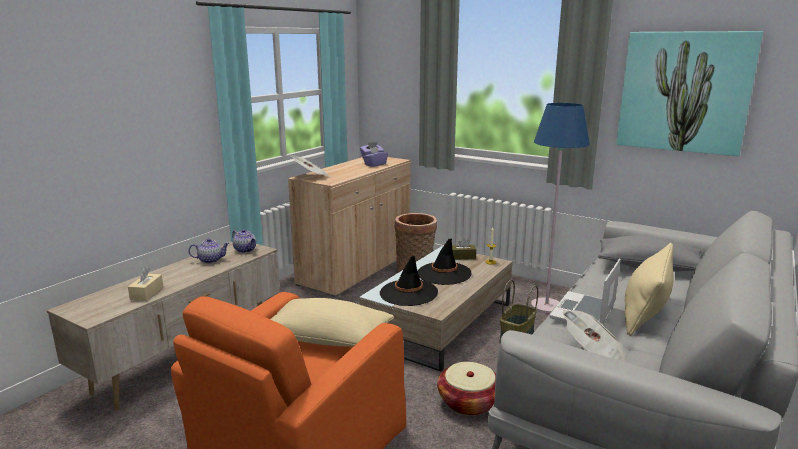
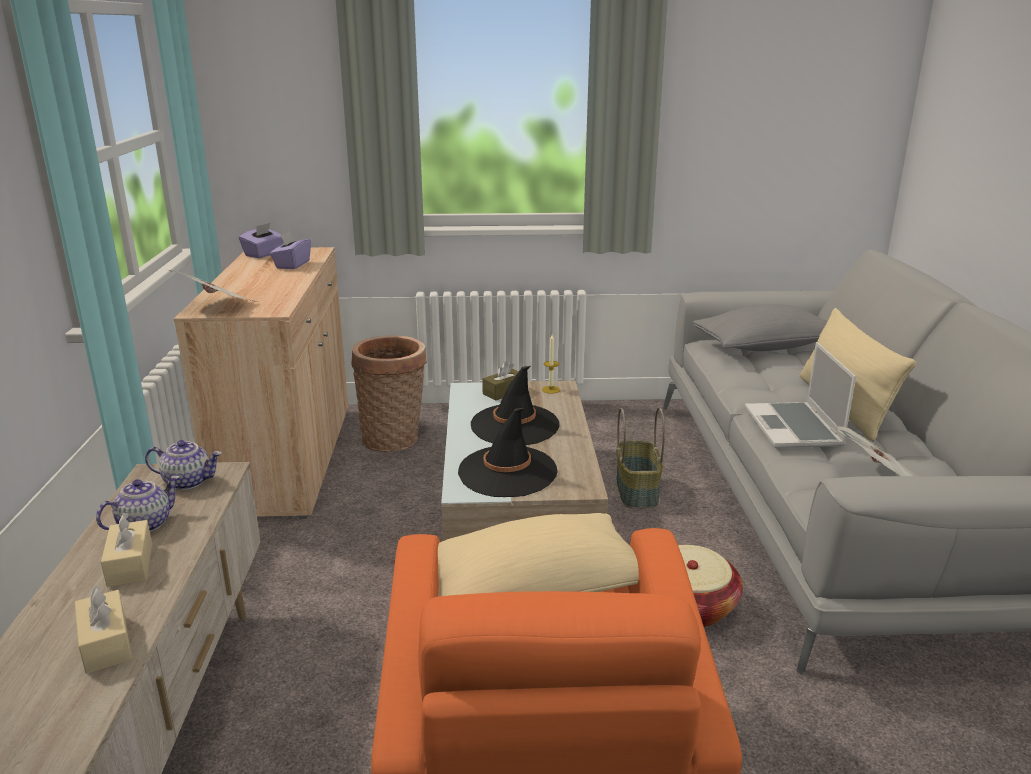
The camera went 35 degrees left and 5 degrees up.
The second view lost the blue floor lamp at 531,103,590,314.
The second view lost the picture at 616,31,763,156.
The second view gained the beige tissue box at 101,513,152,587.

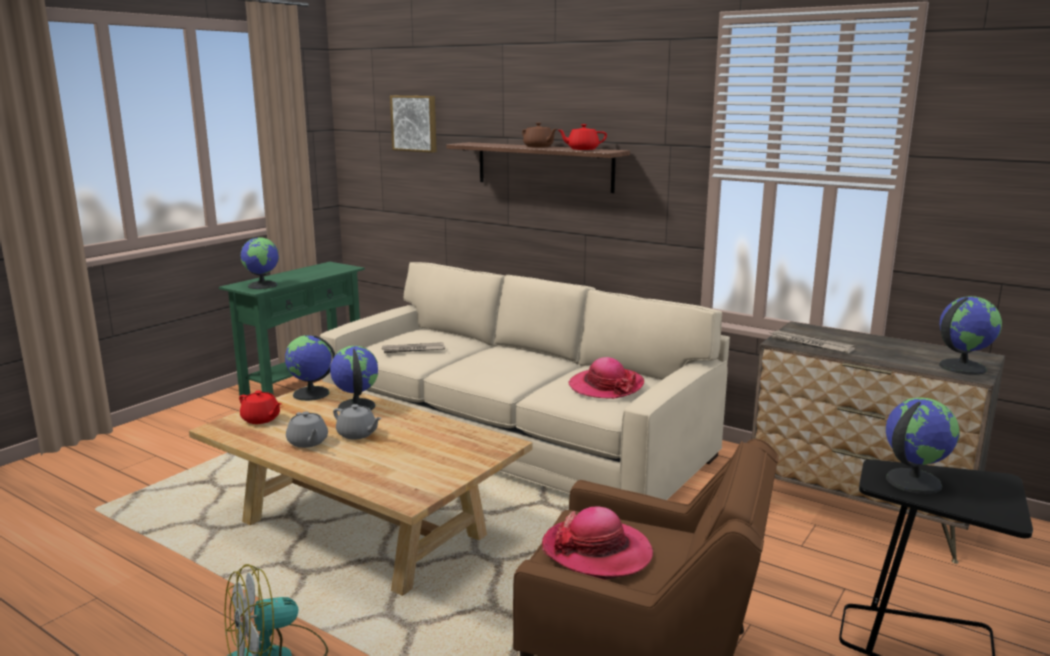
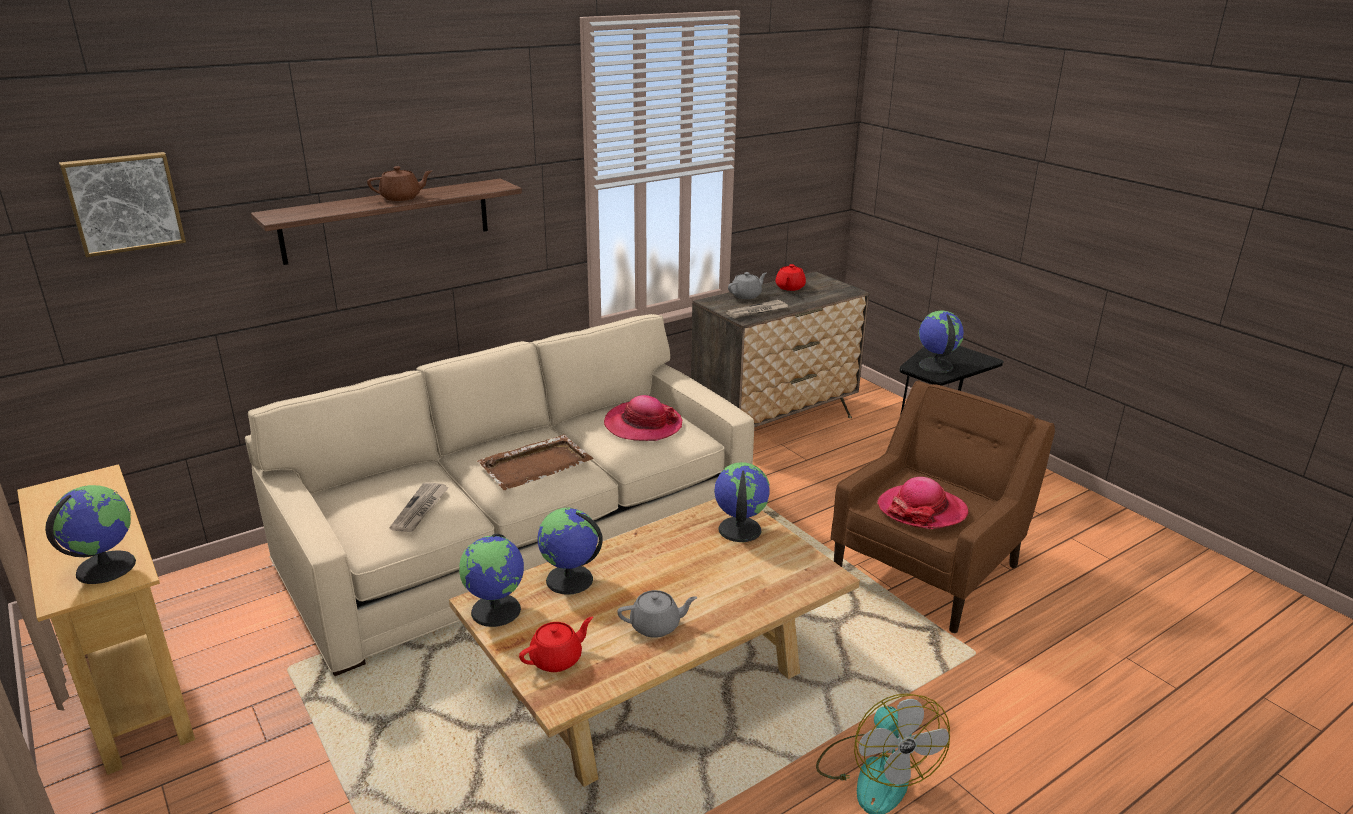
The camera went 70 degrees left and 10 degrees up.
The second view gained the brown tray at 477,434,594,490.
The grey teapot ended up elsewhere, having gone from 333,404,382,440 to 728,272,767,299.
The red teapot ended up elsewhere, having gone from 558,124,607,150 to 775,264,806,291.
The globe ended up elsewhere, having gone from 939,296,1002,375 to 714,462,770,542.
What was the green console table at 219,262,365,398 turned into the beige console table at 17,464,195,775.

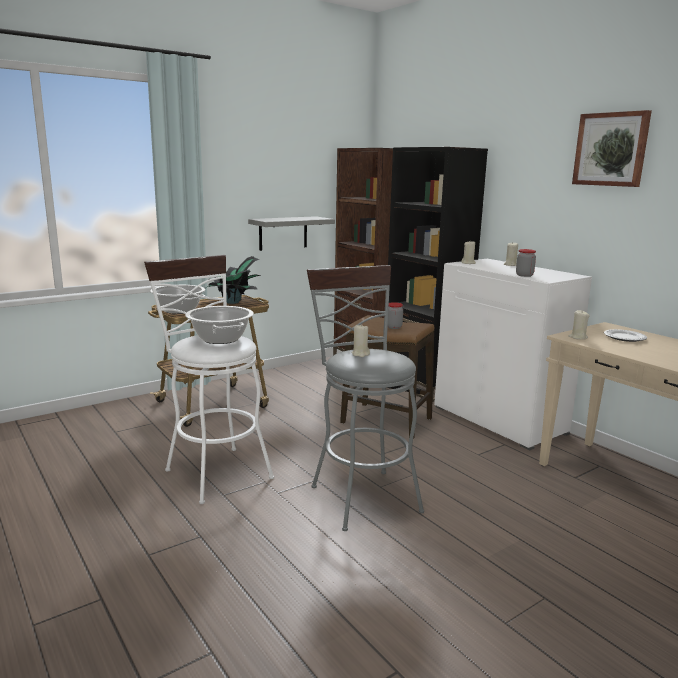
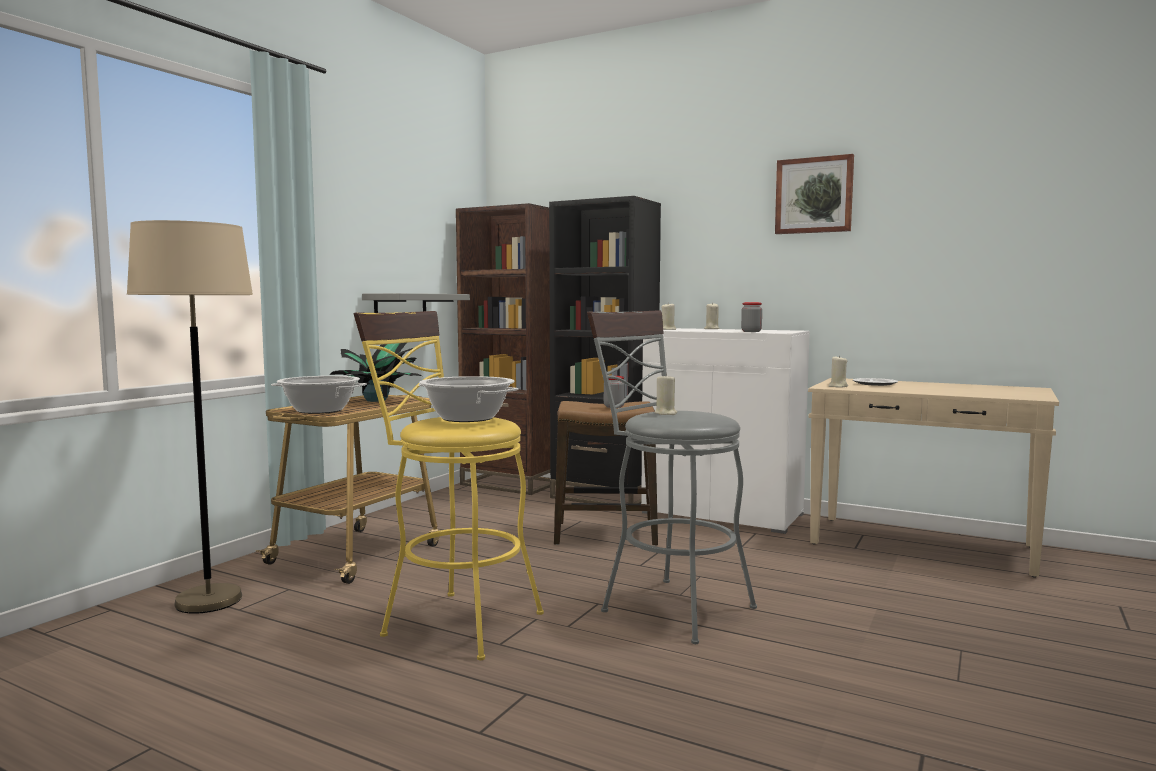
The camera went 25 degrees left and 10 degrees down.
The second view gained the beige floor lamp at 127,220,253,614.
What was the white stool at 144,255,274,504 turned into the yellow stool at 353,311,544,660.

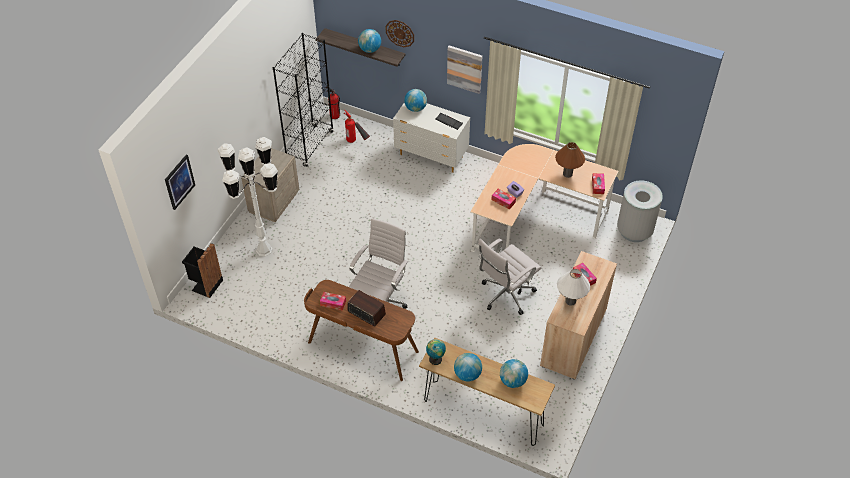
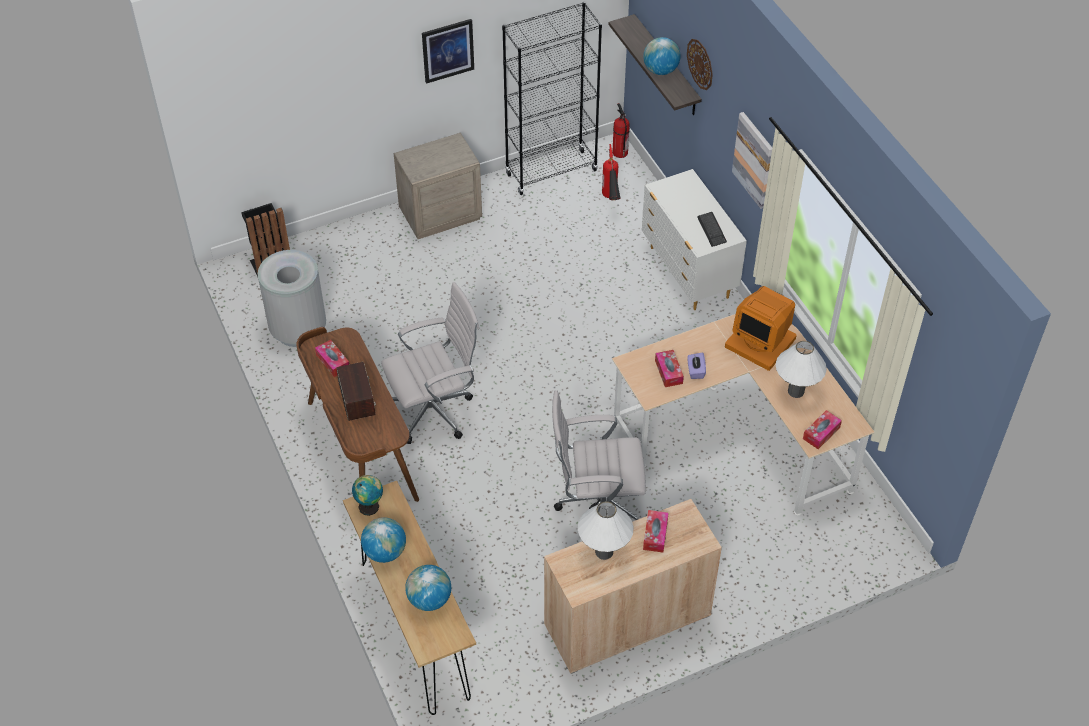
The camera went 40 degrees right and 0 degrees up.
The second view lost the white floor lamp at 217,137,278,256.
The second view lost the globe at 404,89,427,112.
The second view gained the monitor at 725,286,797,371.
The picture ended up elsewhere, having gone from 165,155,195,210 to 422,19,474,84.
The grey trash can ended up elsewhere, having gone from 617,180,663,242 to 258,250,326,347.
What was the brown table lamp at 555,142,585,178 turned into the white table lamp at 776,341,827,398.

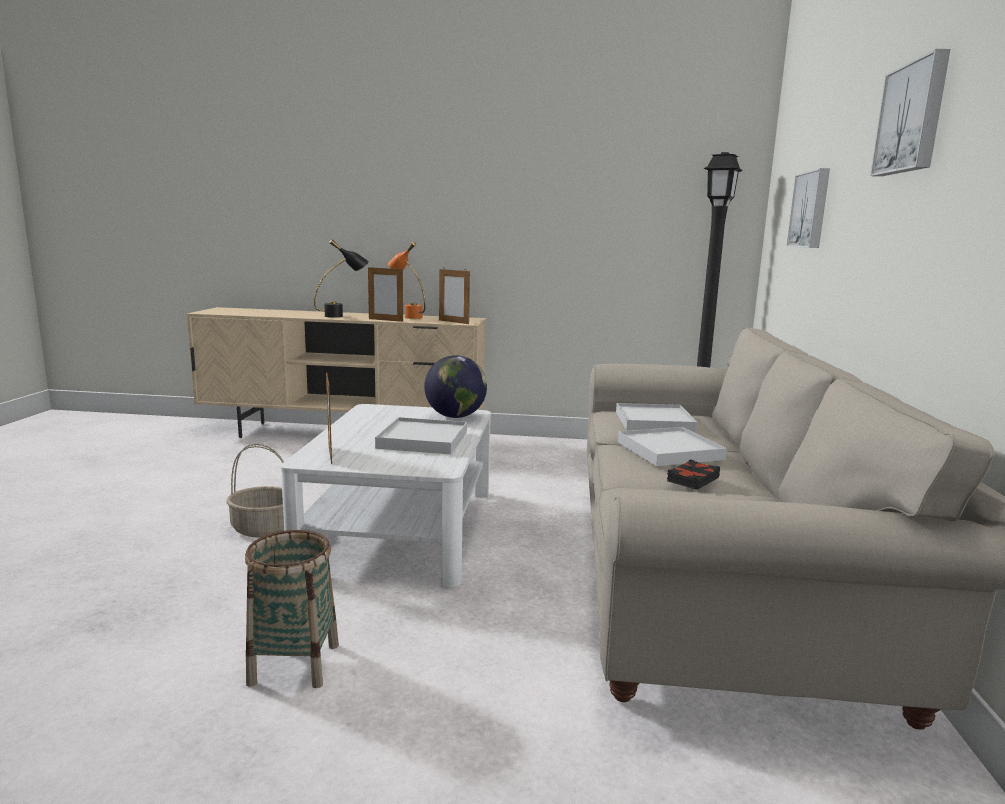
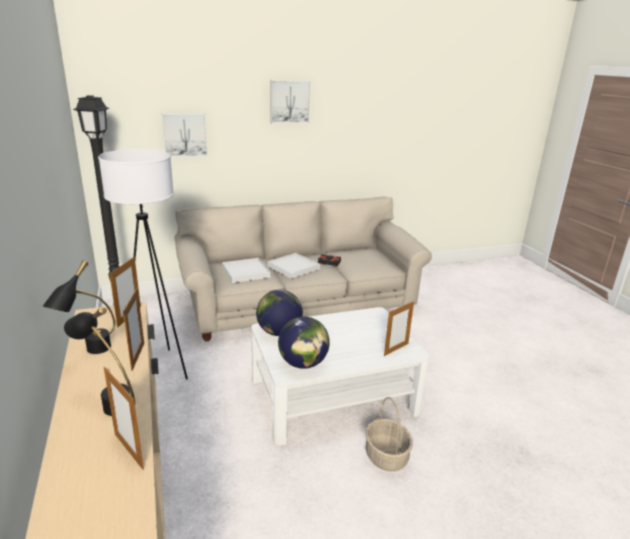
The camera went 115 degrees left and 10 degrees up.
The second view lost the basket at 245,530,339,688.
The second view lost the white tray at 375,417,467,454.
The second view gained the white floor lamp at 98,149,188,380.
The second view gained the picture frame at 104,367,144,470.
The second view gained the globe at 278,317,330,369.
What was the orange table lamp at 388,242,426,319 turned into the black table lamp at 43,261,115,354.

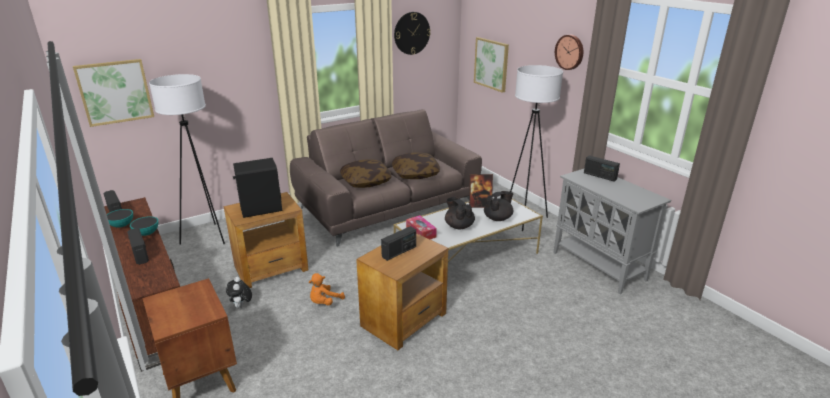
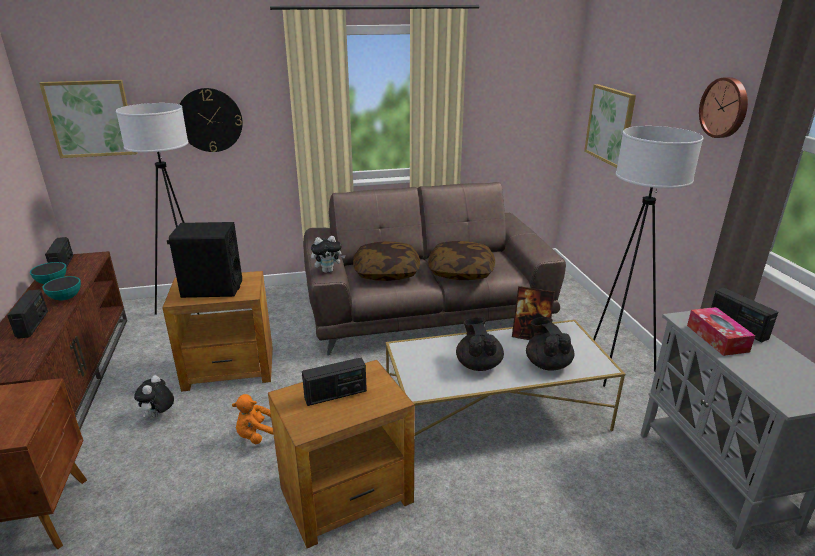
The camera went 20 degrees right and 0 degrees up.
The second view gained the plush toy at 311,236,346,273.
The wall clock ended up elsewhere, having gone from 394,12,431,55 to 179,88,243,152.
The tissue box ended up elsewhere, having gone from 406,215,437,239 to 687,307,755,356.
The black teapot at 484,191,513,221 ended up facing another way, 90 degrees counterclockwise from before.

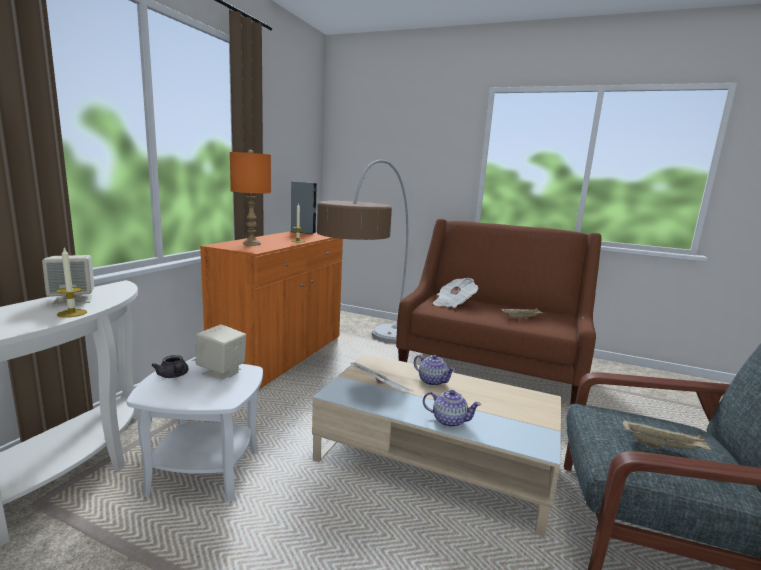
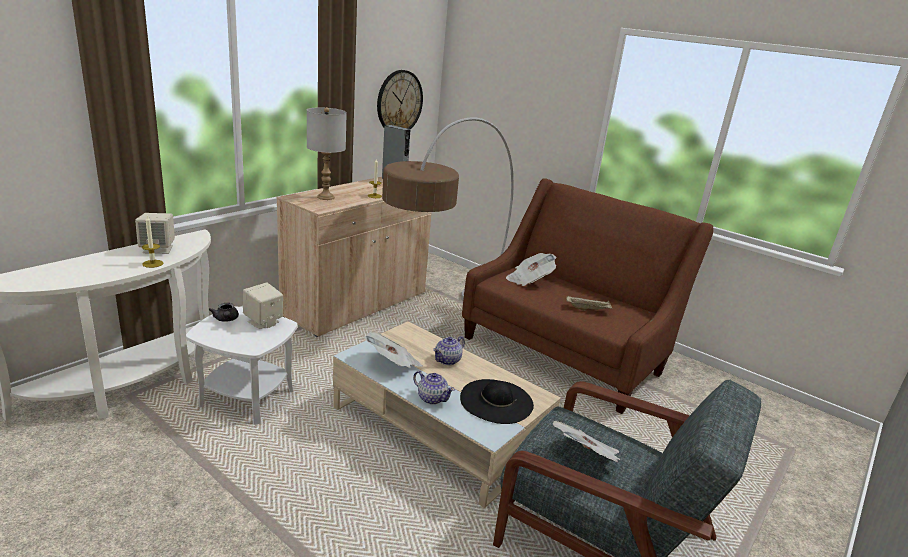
The camera went 15 degrees right and 10 degrees up.
The second view gained the wall clock at 377,70,423,129.
The second view gained the black hat at 460,379,534,424.
Where the beige tray stood at 622,419,712,451, the newspaper came to stand at 553,421,620,462.
What was the orange cabinet at 200,231,343,390 turned into the beige cabinet at 276,177,432,337.
What was the orange table lamp at 230,150,271,245 turned into the grey table lamp at 307,107,347,200.
The teapot at 414,355,456,386 ended up facing another way, 75 degrees clockwise from before.

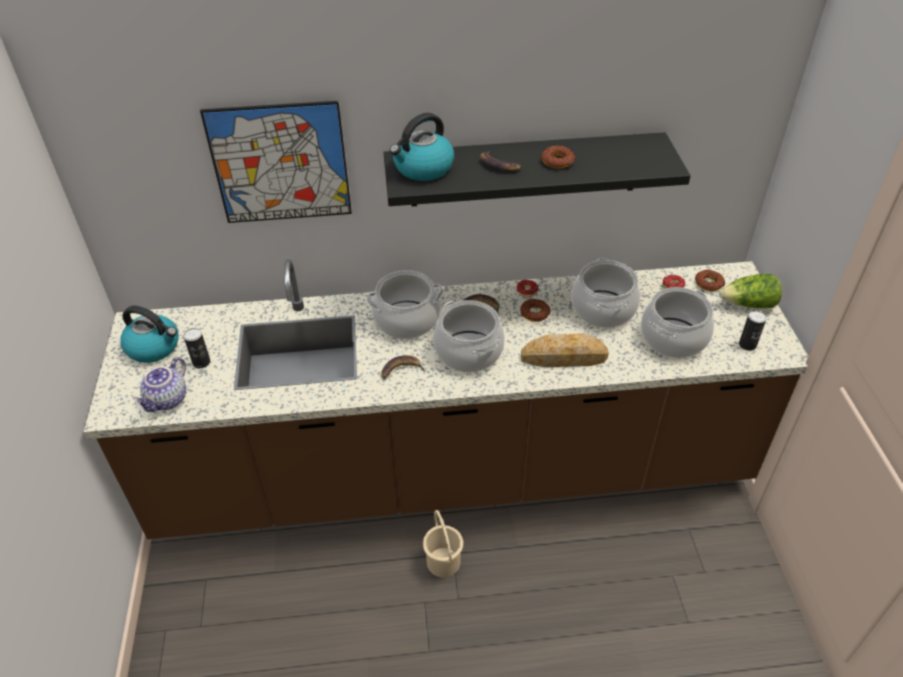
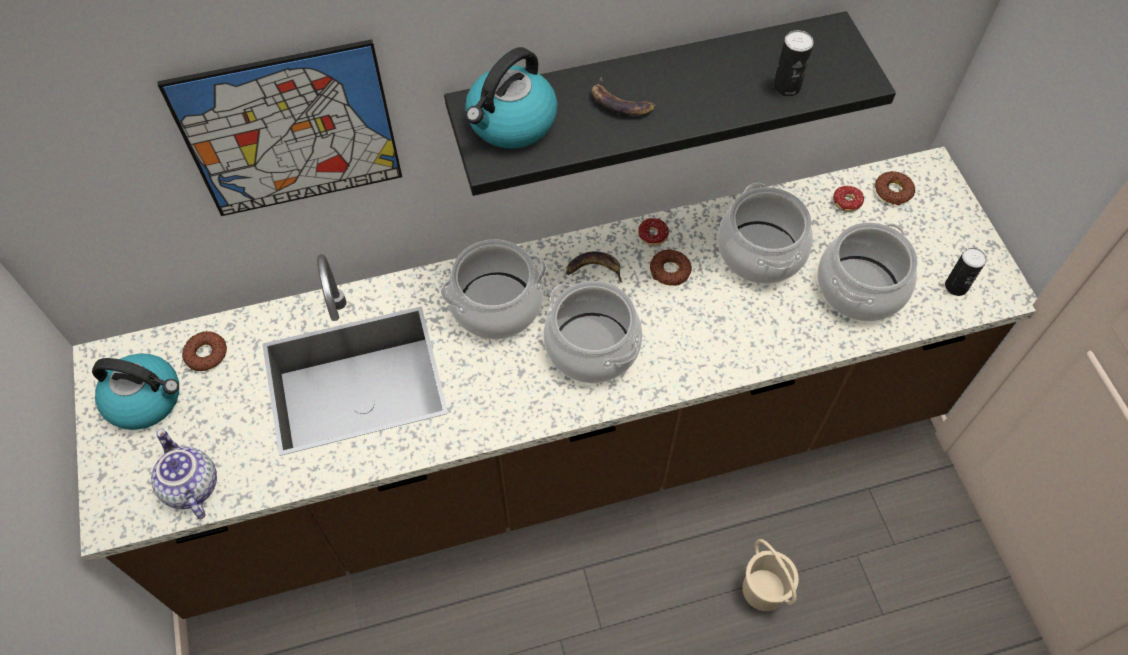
The camera went 10 degrees left and 15 degrees up.
The second view lost the banana at 381,355,425,379.
The second view lost the bread at 521,334,609,367.
The second view lost the lettuce at 719,274,782,308.
The can ended up elsewhere, having gone from 183,328,210,368 to 773,30,814,96.
The beige bucket ended up elsewhere, having gone from 423,510,463,577 to 742,539,799,611.
The donut ended up elsewhere, having gone from 540,145,575,169 to 182,331,227,371.
The teapot at 135,357,186,412 ended up facing another way, 135 degrees clockwise from before.

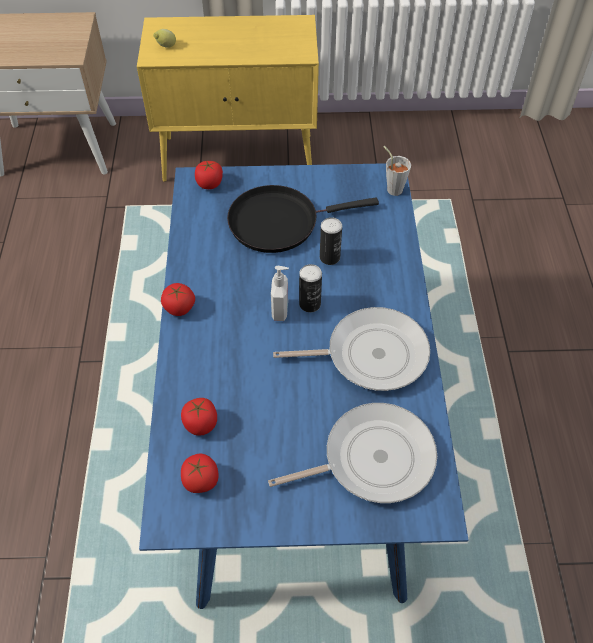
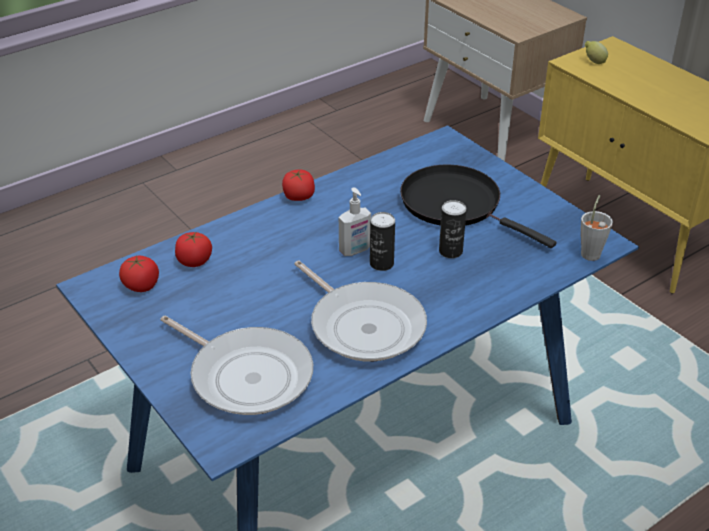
The camera went 55 degrees right and 15 degrees down.
The second view lost the tomato at 195,160,223,189.

